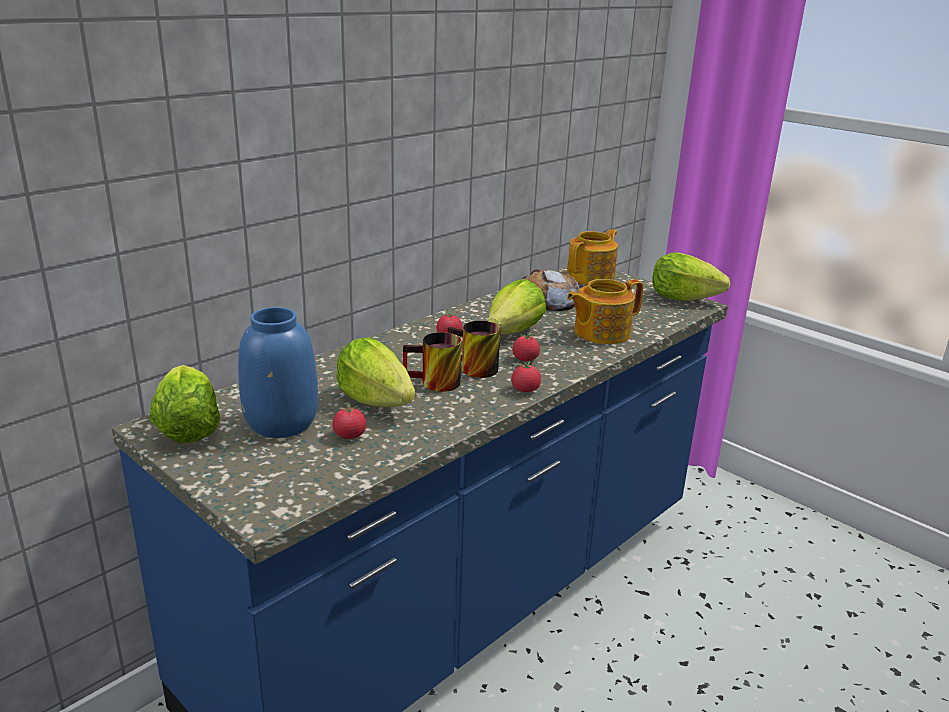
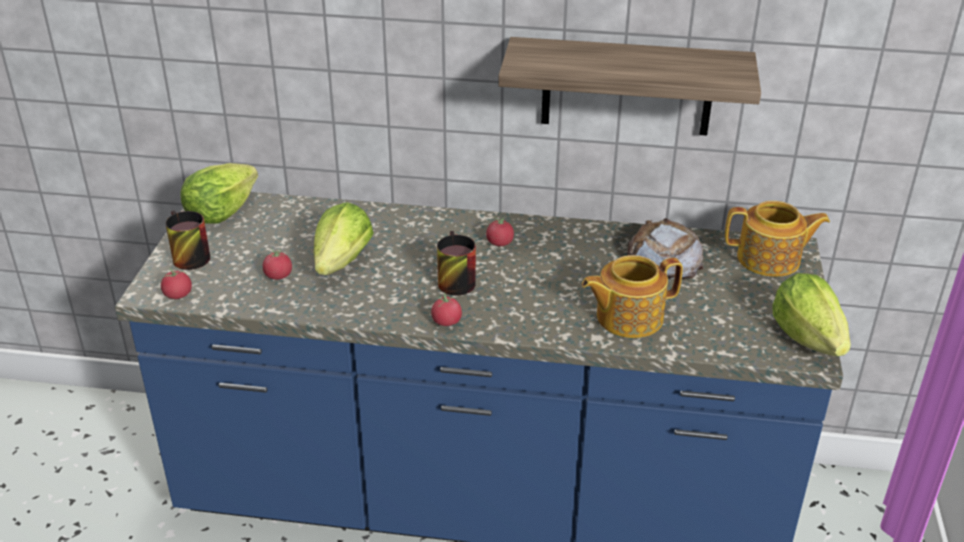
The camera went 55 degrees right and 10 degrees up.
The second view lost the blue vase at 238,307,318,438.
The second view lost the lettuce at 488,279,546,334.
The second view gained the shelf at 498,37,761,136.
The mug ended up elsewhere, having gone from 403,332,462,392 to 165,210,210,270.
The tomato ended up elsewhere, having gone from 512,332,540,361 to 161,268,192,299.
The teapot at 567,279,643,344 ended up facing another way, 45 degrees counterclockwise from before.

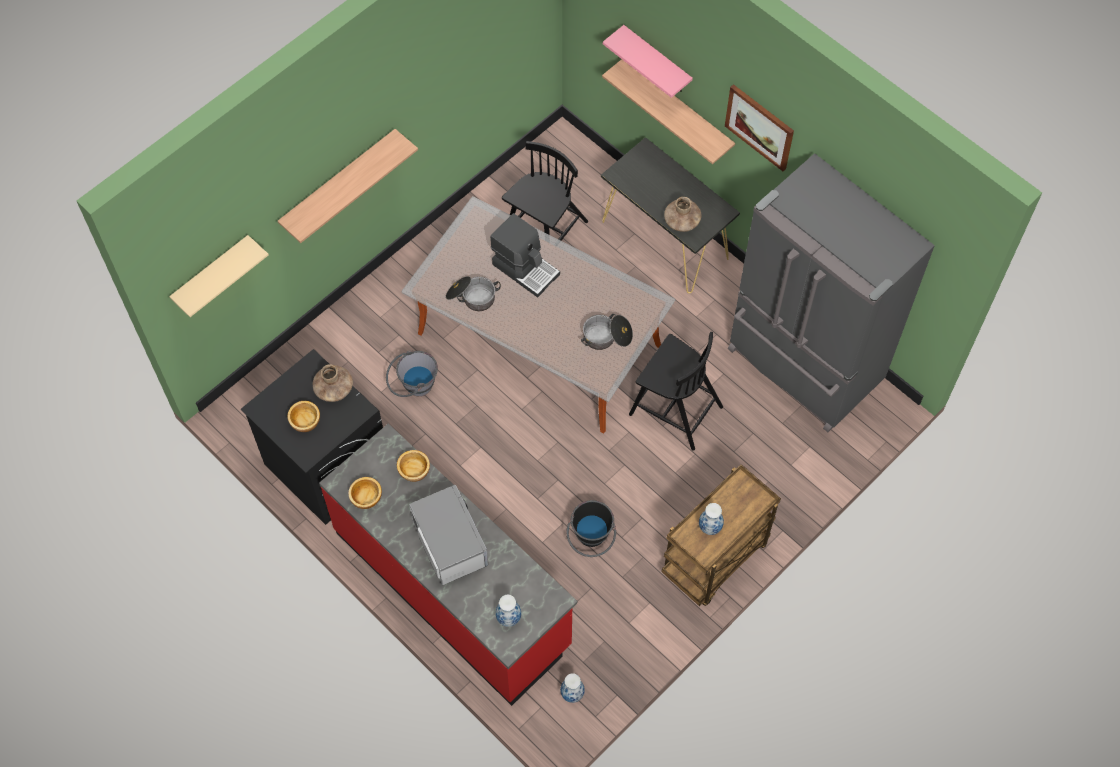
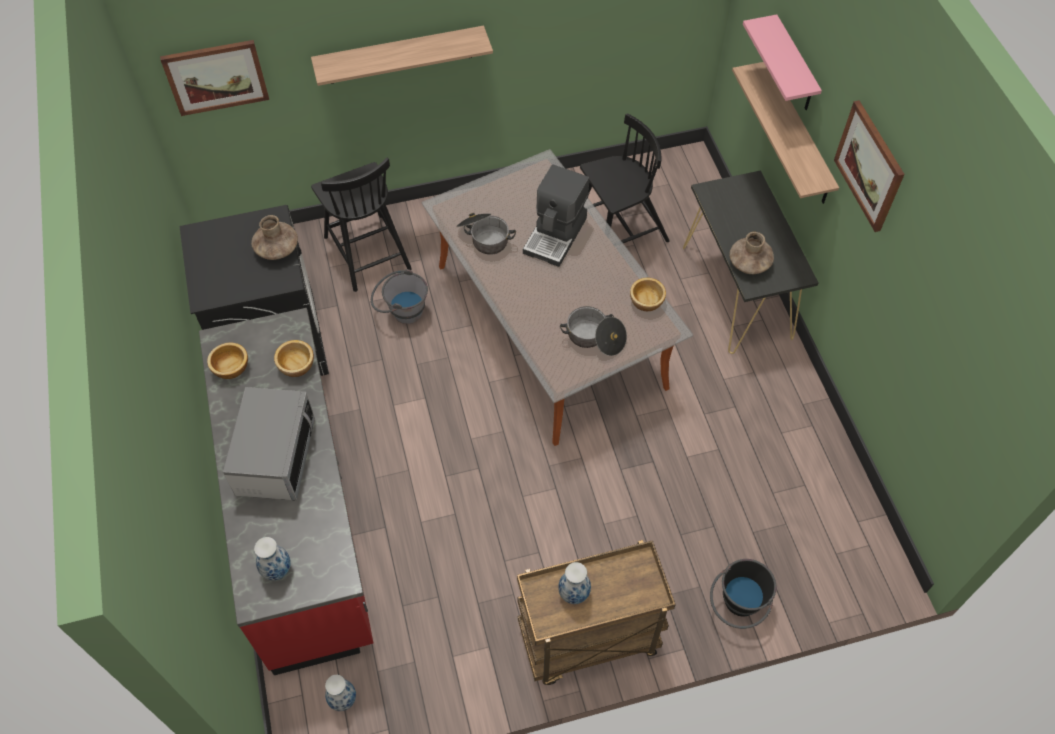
The camera went 30 degrees right and 5 degrees down.
The second view lost the grey fridge at 728,153,935,432.
The bowl ended up elsewhere, having gone from 287,401,320,432 to 630,278,666,311.
The black bucket ended up elsewhere, having gone from 566,500,616,557 to 710,559,777,629.
The black chair ended up elsewhere, having gone from 629,332,723,450 to 311,158,412,292.
Where the beige shelf hung at 169,235,269,317, the picture came to hang at 160,40,269,116.
The coffee machine at 490,213,560,298 ended up facing another way, 45 degrees clockwise from before.

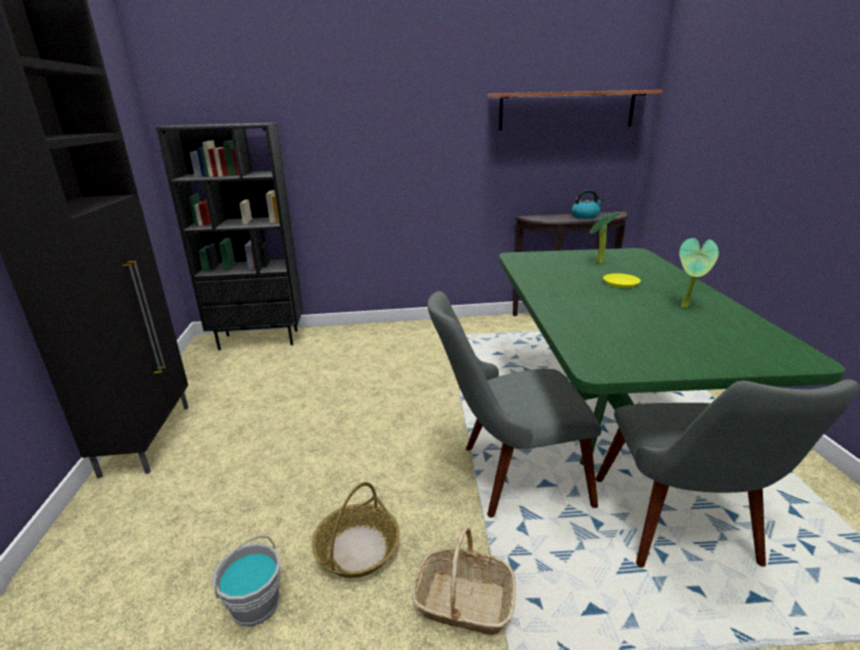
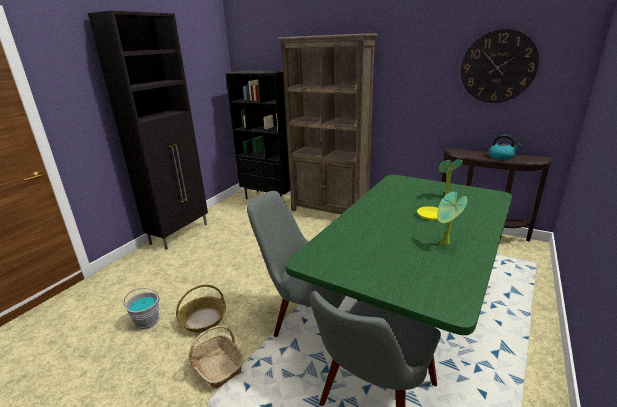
The camera went 35 degrees right and 0 degrees up.
The second view gained the brown bookcase at 278,33,378,215.
Where the shelf hung at 488,90,662,131, the wall clock came to hang at 460,29,539,103.

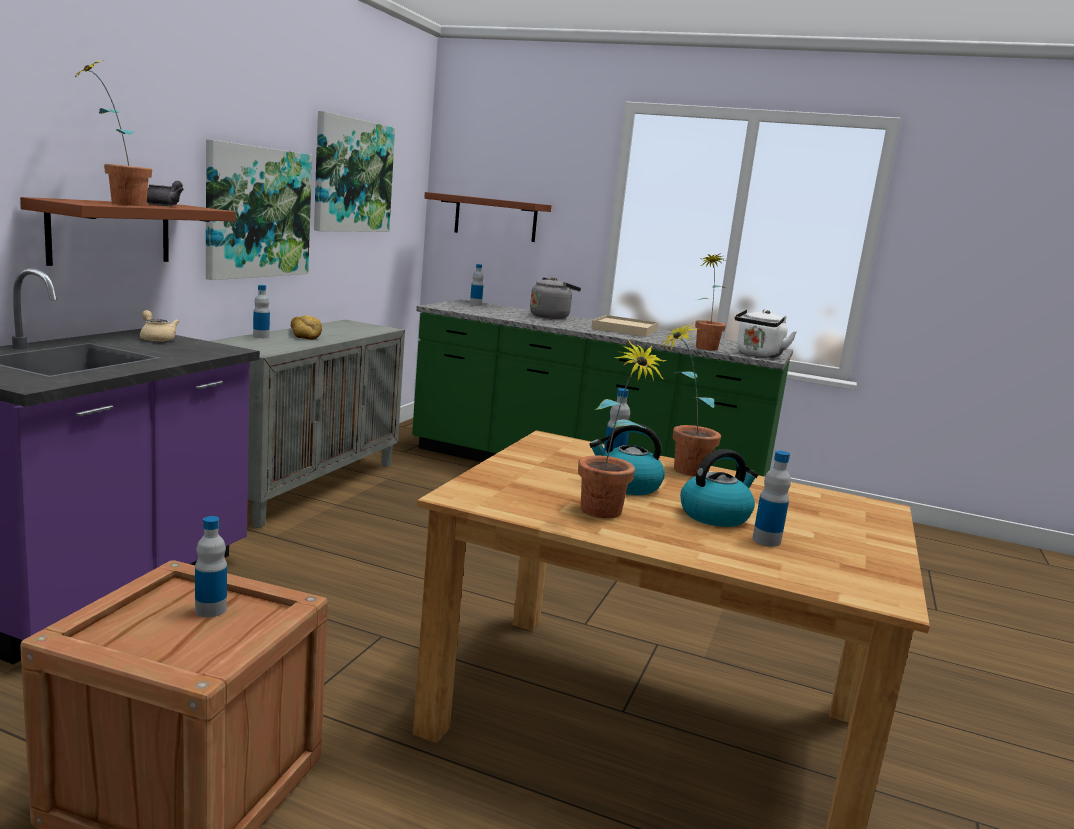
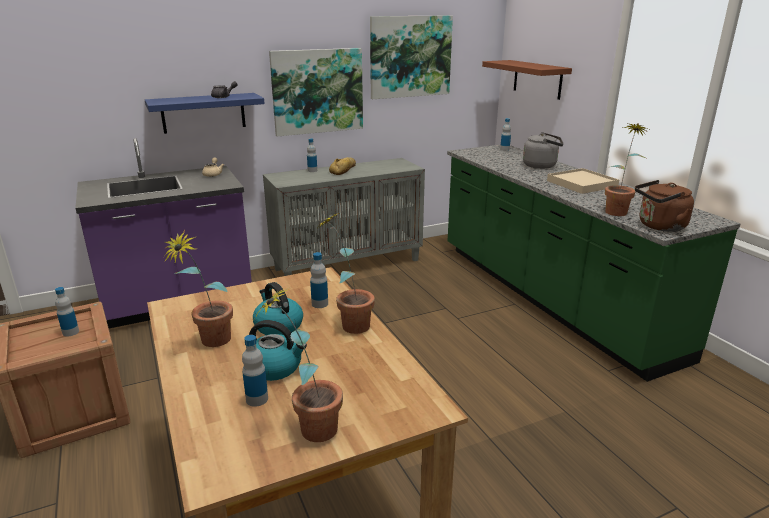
The camera went 45 degrees right and 10 degrees up.
The potted plant ended up elsewhere, having gone from 74,60,152,206 to 255,287,343,442.
What was the brown shelf at 20,197,236,266 turned into the blue shelf at 145,93,265,134.
What was the white kettle at 735,309,797,358 turned into the brown kettle at 635,180,694,232.

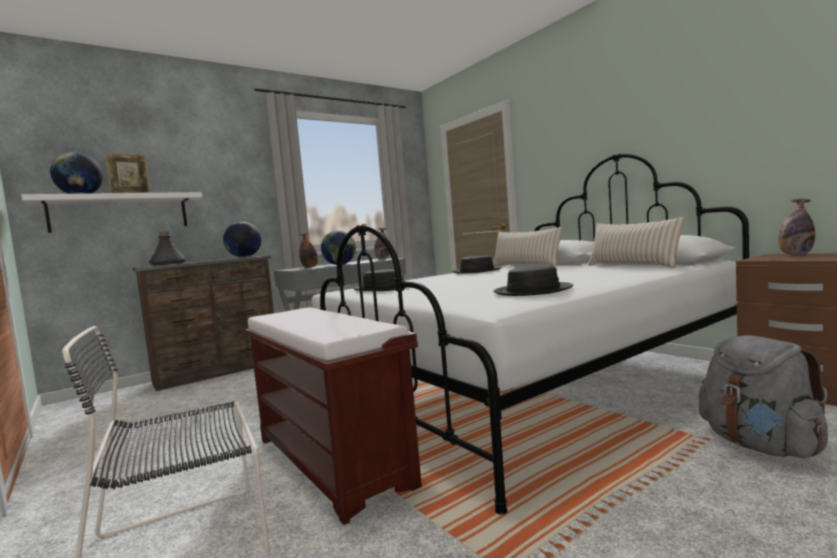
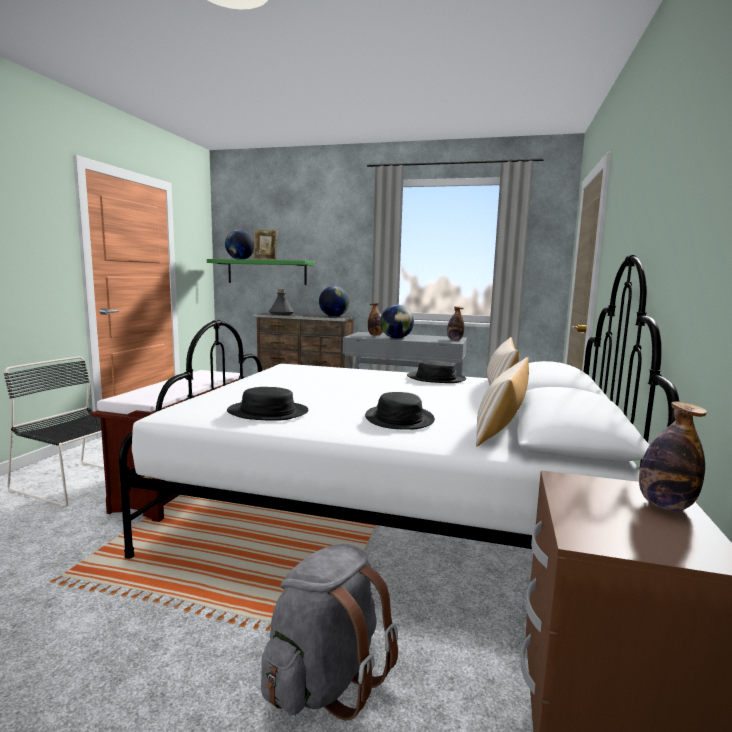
The camera went 50 degrees right and 5 degrees up.
The black hat ended up elsewhere, having gone from 353,269,407,291 to 365,392,435,430.
What was the white shelf at 21,192,202,233 turned into the green shelf at 207,259,315,285.

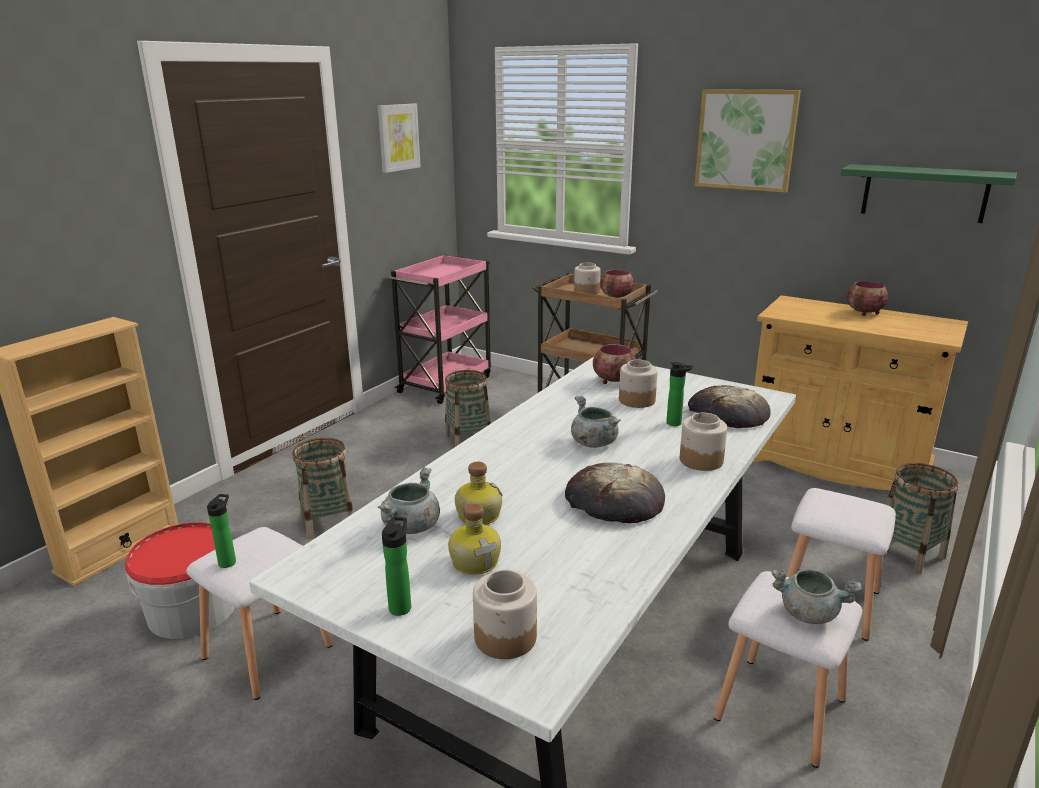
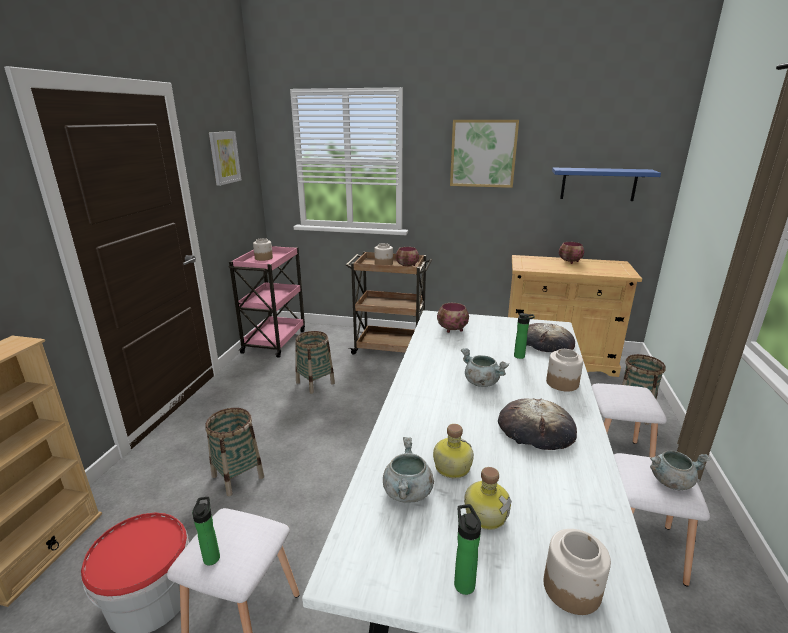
The camera went 20 degrees left and 0 degrees up.
The jar ended up elsewhere, having gone from 619,360,658,408 to 253,238,273,261.
What was the green shelf at 840,164,1017,223 turned into the blue shelf at 552,168,661,201.

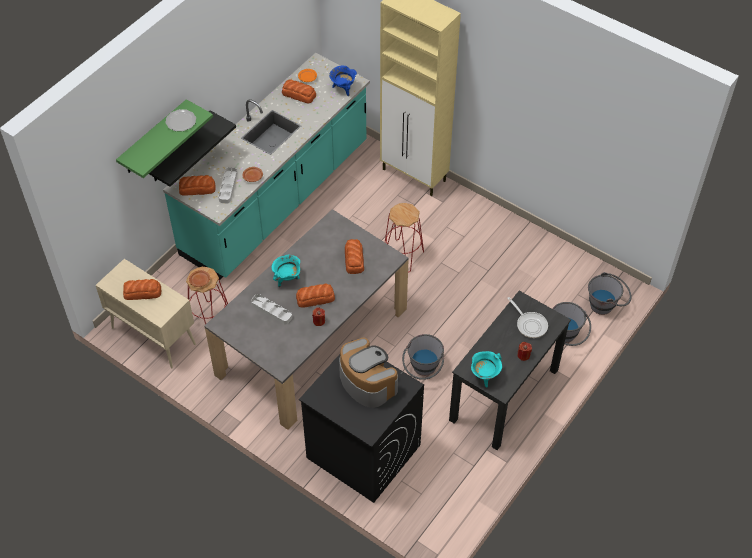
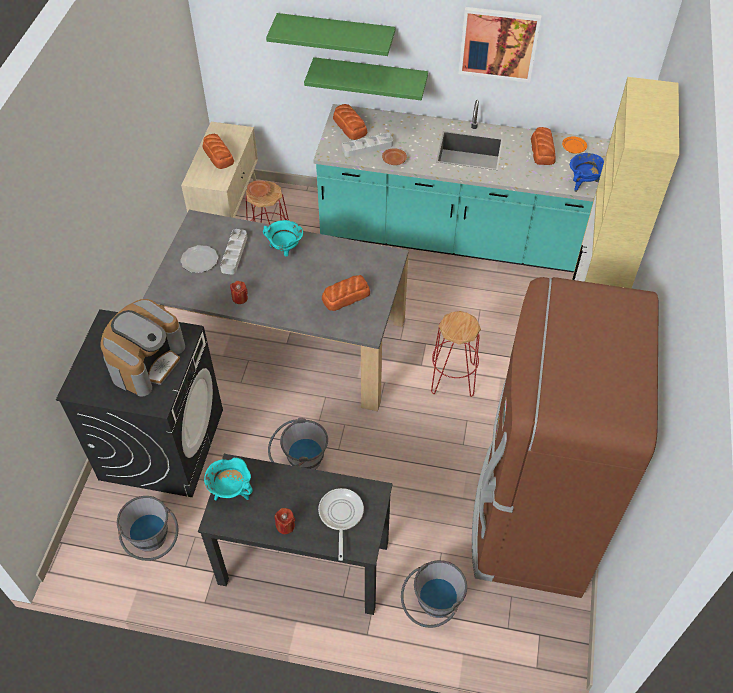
The camera went 65 degrees right and 0 degrees up.
The second view lost the bread at 296,283,335,308.
The second view gained the picture at 459,7,542,83.
The second view gained the brown fridge at 472,277,659,598.
The plate ended up elsewhere, having gone from 165,109,196,131 to 180,245,218,273.
The grey bucket ended up elsewhere, having gone from 588,272,632,315 to 117,496,178,561.
What was the black shelf at 149,110,236,187 turned into the green shelf at 304,57,428,100.
The frying pan at 507,297,548,338 ended up facing another way, 150 degrees clockwise from before.

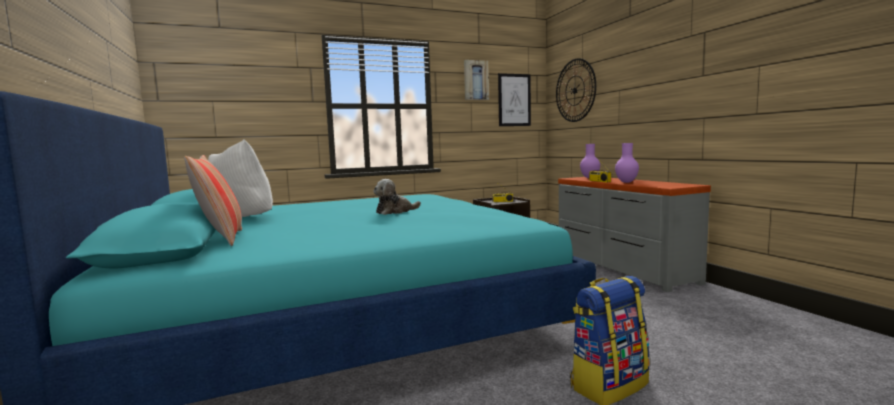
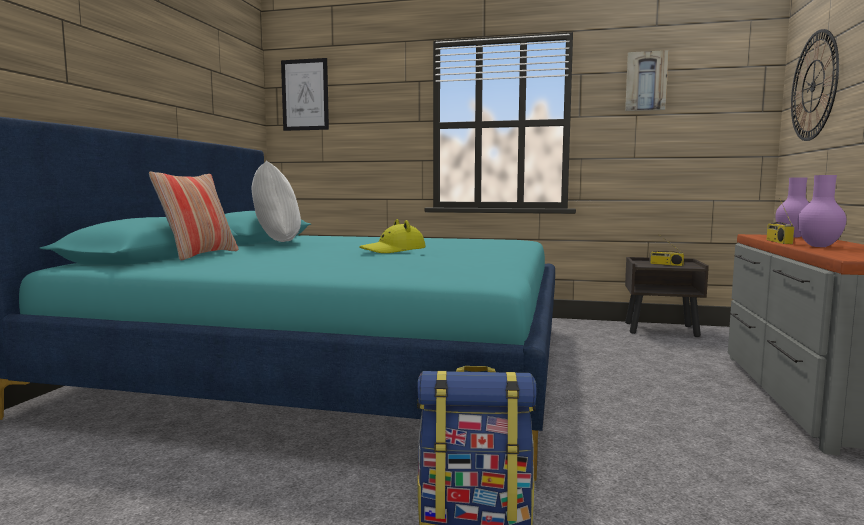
The camera went 35 degrees right and 0 degrees up.
The picture ended up elsewhere, having gone from 498,73,531,126 to 281,58,329,131.
Where the plush toy stood at 373,179,421,215, the yellow hat came to stand at 359,219,425,253.

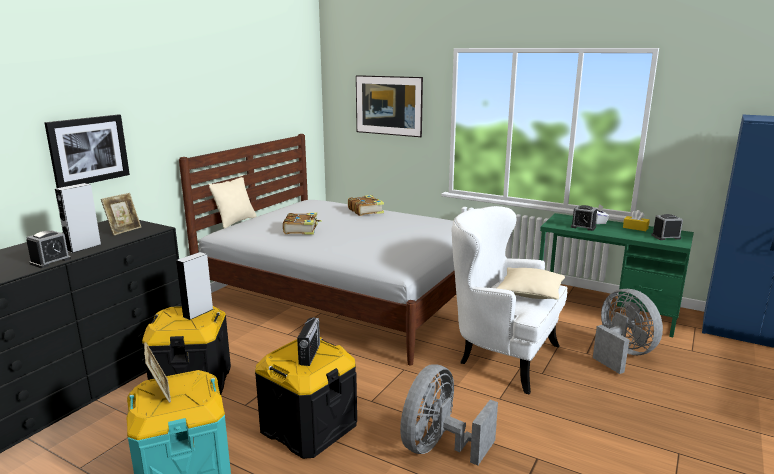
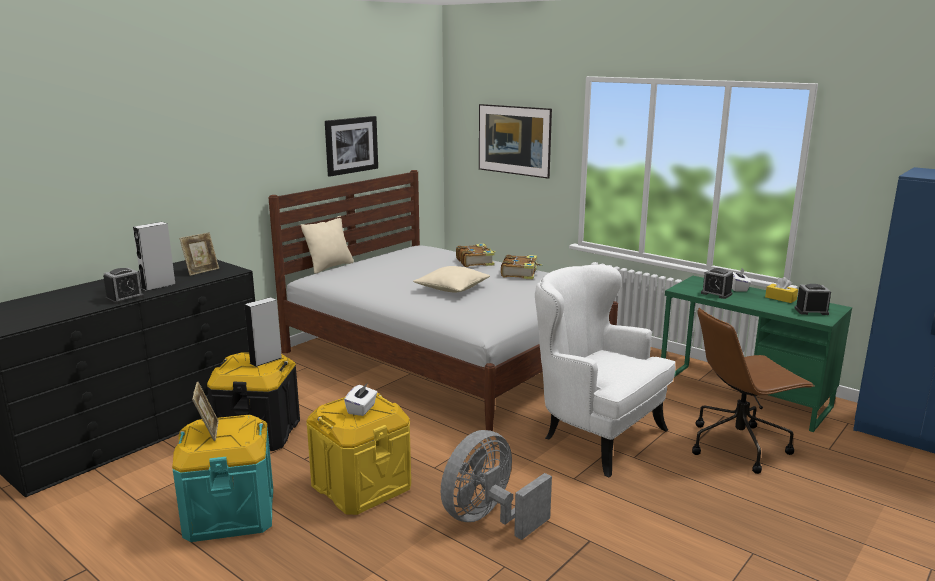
The camera went 10 degrees right and 0 degrees up.
The picture ended up elsewhere, having gone from 44,114,130,188 to 325,116,378,177.
The book ended up elsewhere, having gone from 283,212,322,235 to 501,255,542,279.
The beige pillow ended up elsewhere, having gone from 497,267,565,300 to 413,266,490,292.
Where the radio stood at 297,317,320,366, the white tissue box came to stand at 344,384,377,416.
Where the grey fan stood at 593,289,663,374, the brown office chair came to stand at 692,308,814,474.
What was the black storage box at 255,337,357,459 turned into the yellow storage box at 306,393,411,515.

